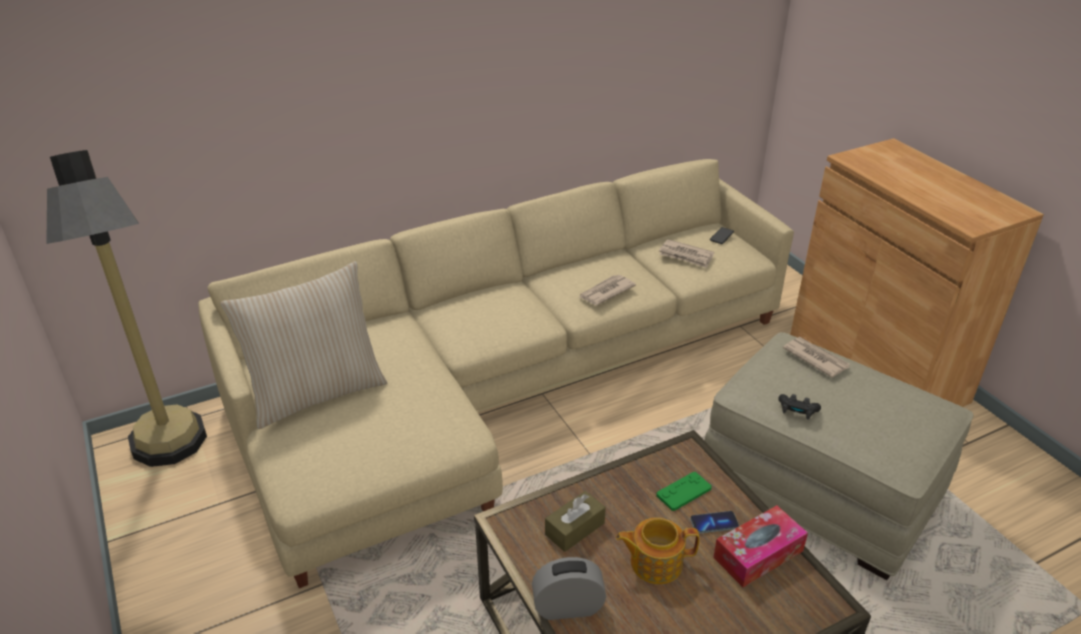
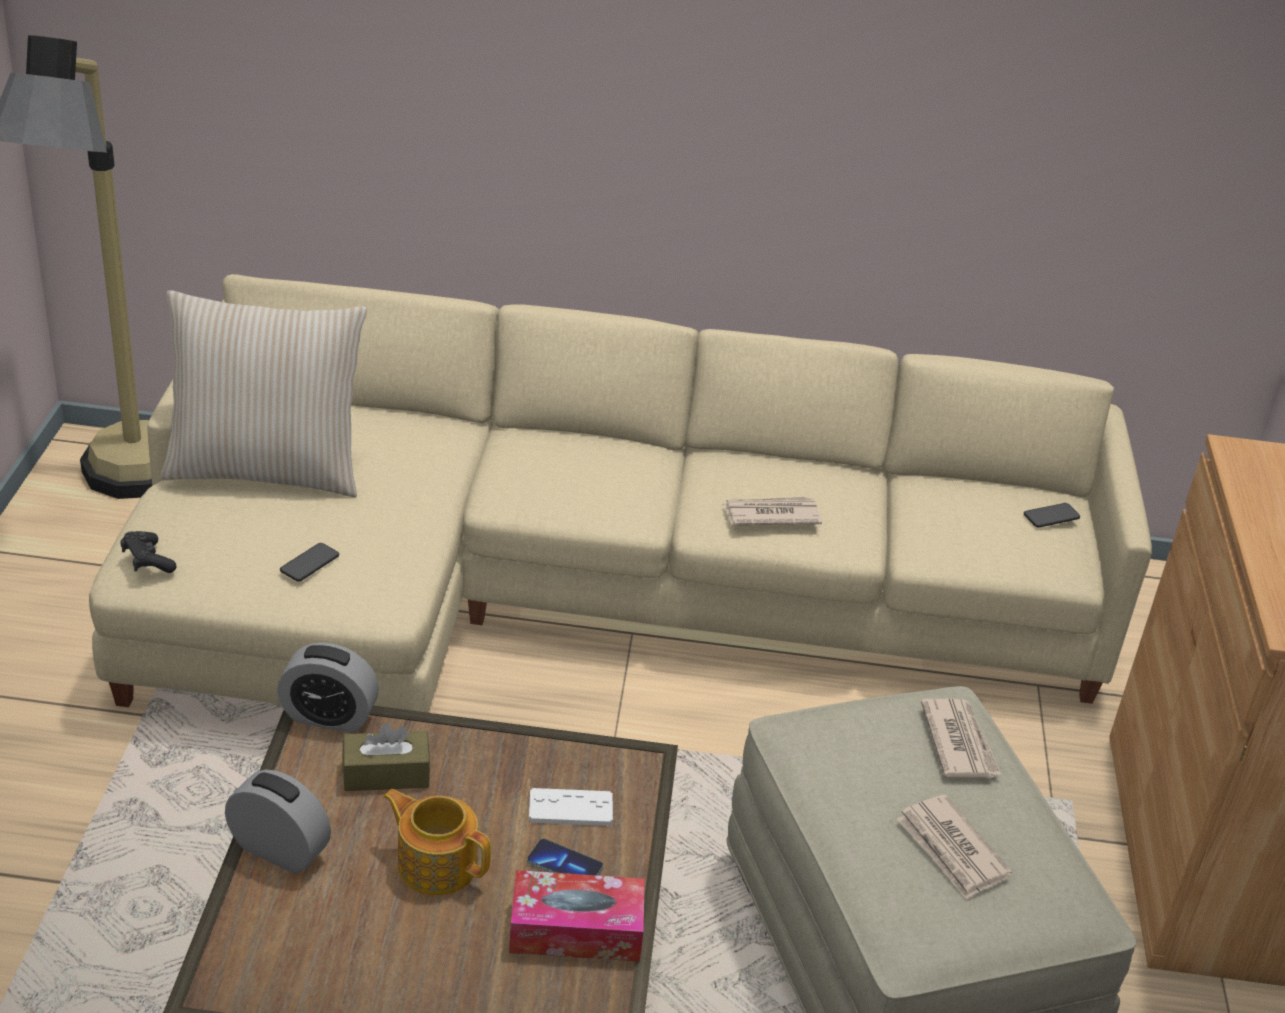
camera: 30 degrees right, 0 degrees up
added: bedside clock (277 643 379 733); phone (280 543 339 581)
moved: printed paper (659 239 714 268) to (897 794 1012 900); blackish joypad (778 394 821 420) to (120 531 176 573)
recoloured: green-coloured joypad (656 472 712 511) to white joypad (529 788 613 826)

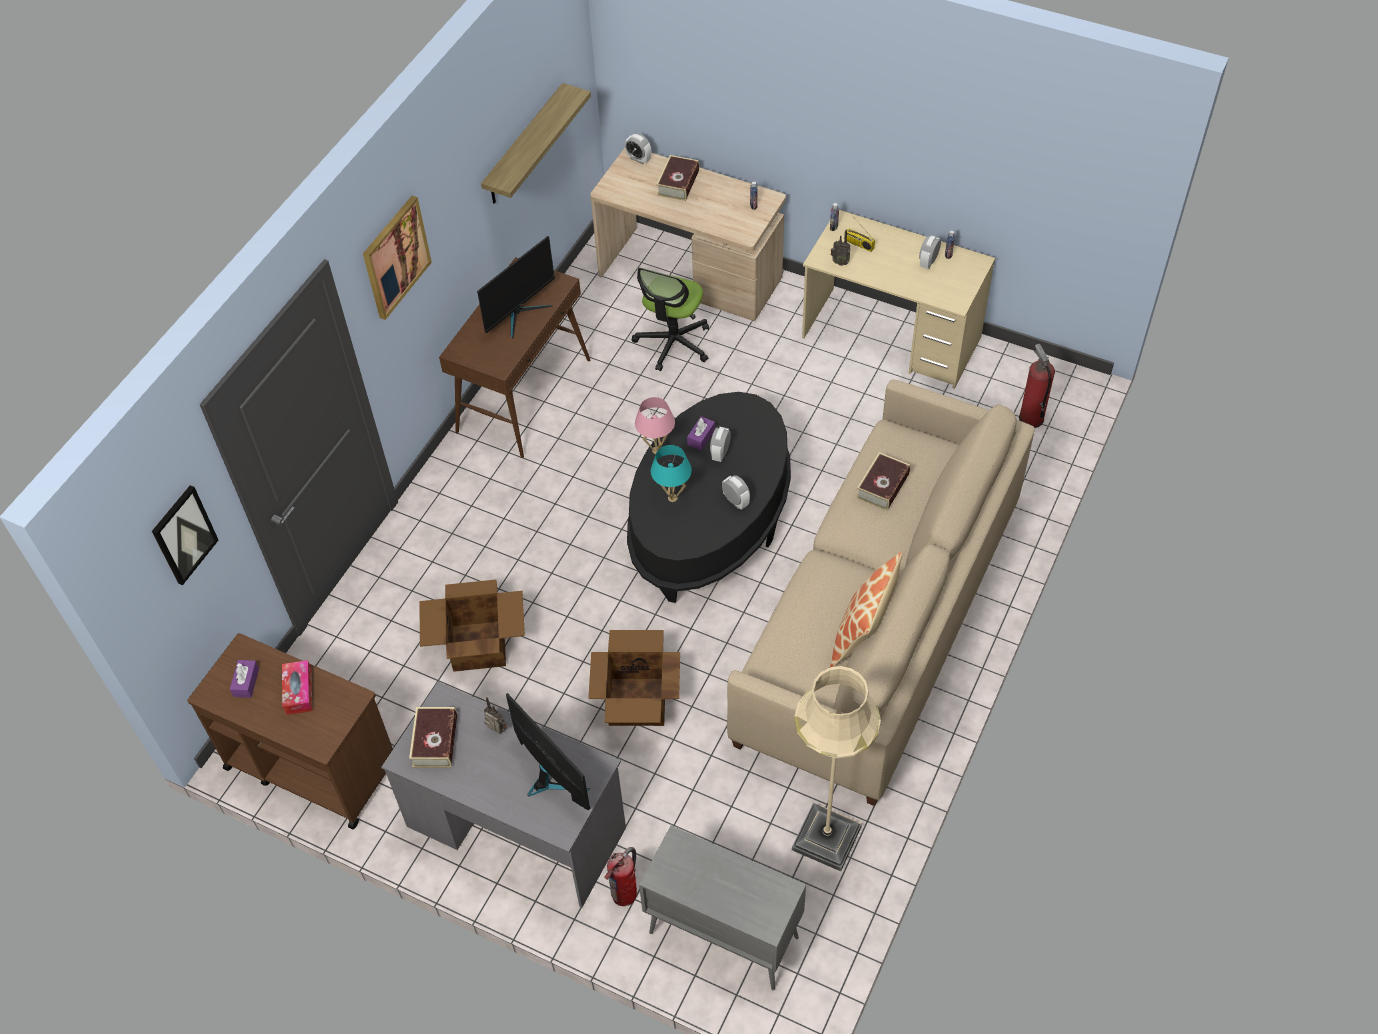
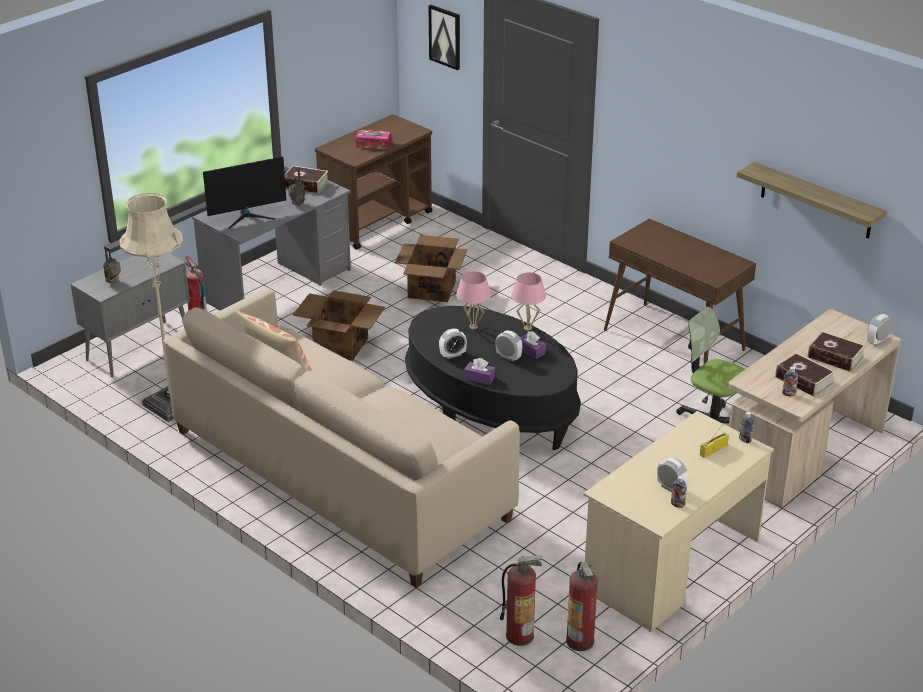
camera: 105 degrees right, 20 degrees down
removed: picture (363 196 432 320); monitor (477 236 555 339)
added: fire-fighting cylinder (566 562 598 651)
moved: purple-coloured tissue holder (230 660 259 698) to (464 358 495 385); radio (830 230 851 266) to (103 246 121 283); book (856 452 910 511) to (775 353 835 397)
recoloured: blue-green lamp for a table (651 445 692 502) to pinkish lamp for a table (456 271 491 329)

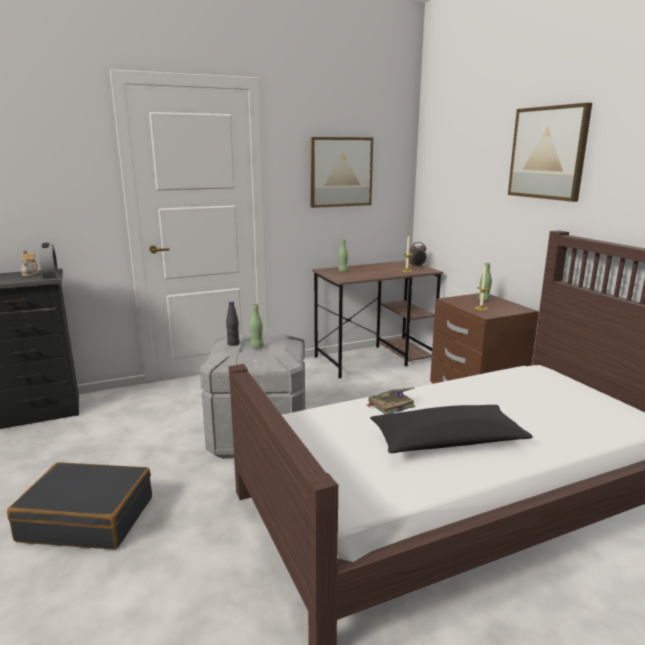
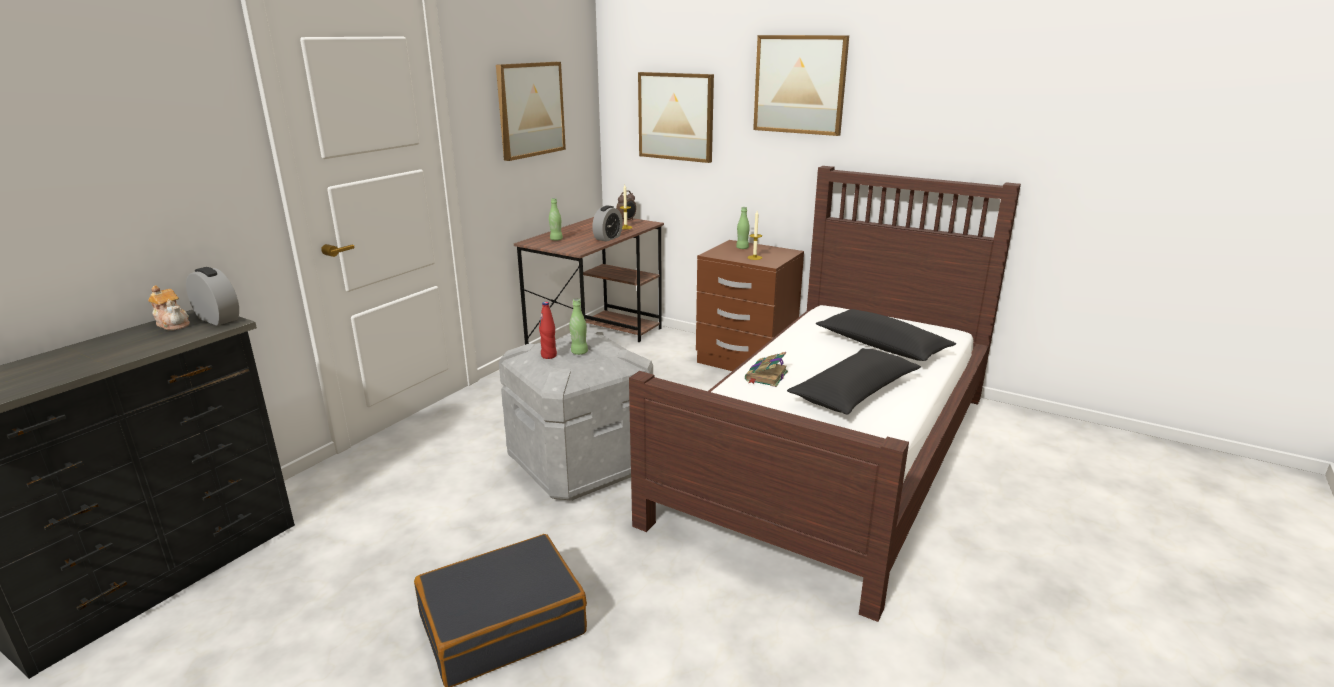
camera: 35 degrees left, 5 degrees up
added: bedside clock (592 206 623 242); picture (638 72 714 163); blackish throw pillow (816 309 956 361)
recoloured: blackish beverage bottle (226 301 240 346) to red beverage bottle (539 302 557 359)

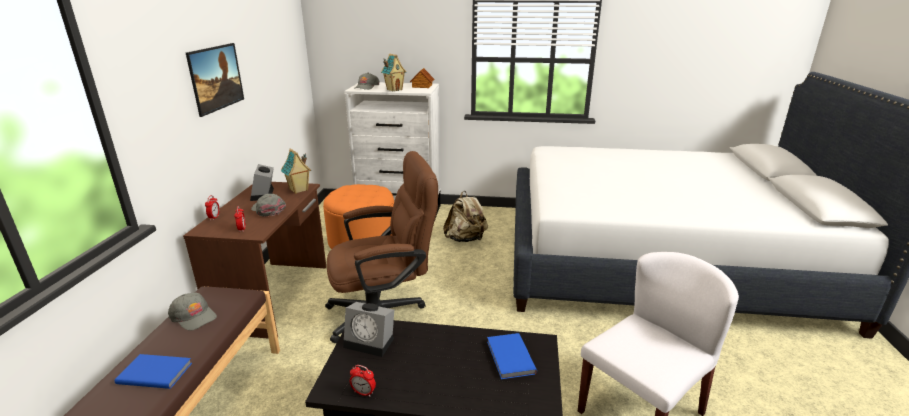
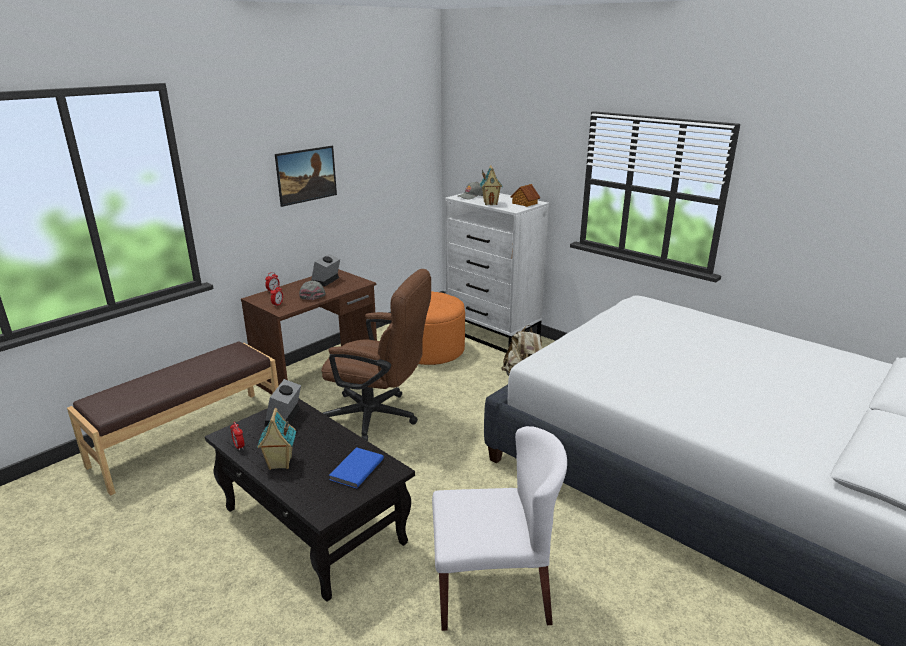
camera: 35 degrees right, 0 degrees up
removed: bluish book (115 354 192 389); greyish cap (168 292 217 331)
moved: toy house (281 149 312 194) to (257 408 296 470)
turned: bedside clock (343 302 394 357) = (264 379 301 426) 45 degrees clockwise

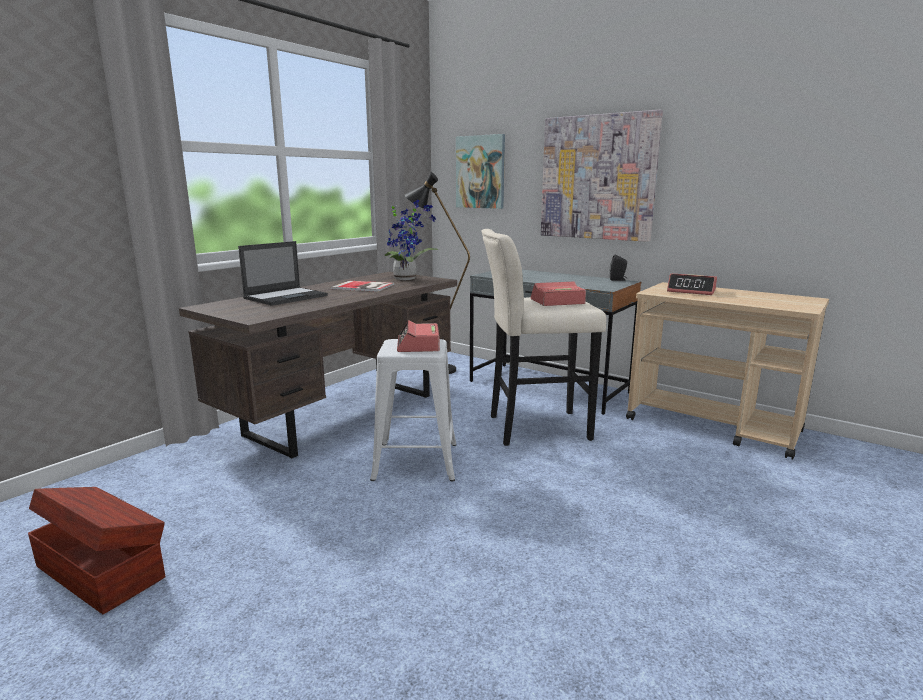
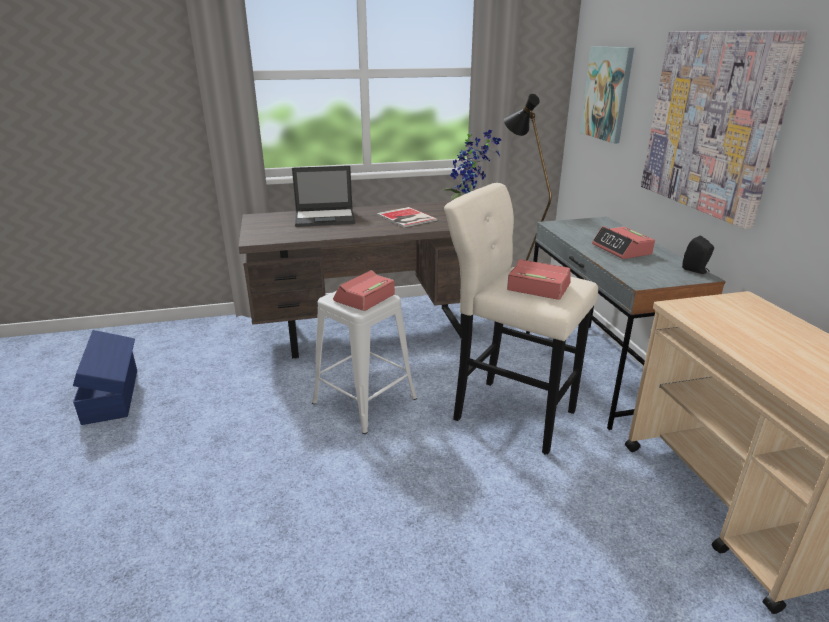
camera: 40 degrees right, 10 degrees up
moved: bedside clock (667 274 717 295) to (592 226 655 259)
recoloured: brownish storage box (28 487 165 614) to bluish storage box (73 330 137 425)

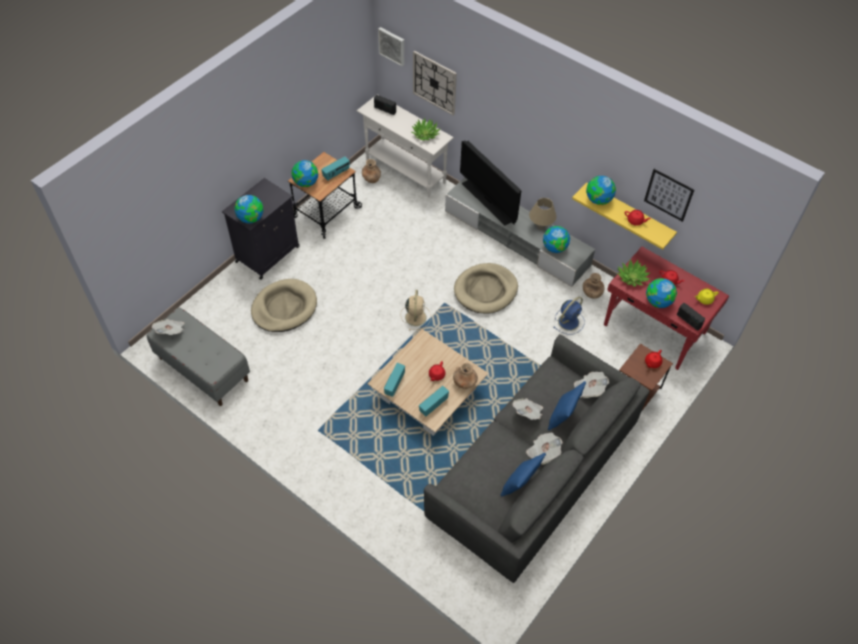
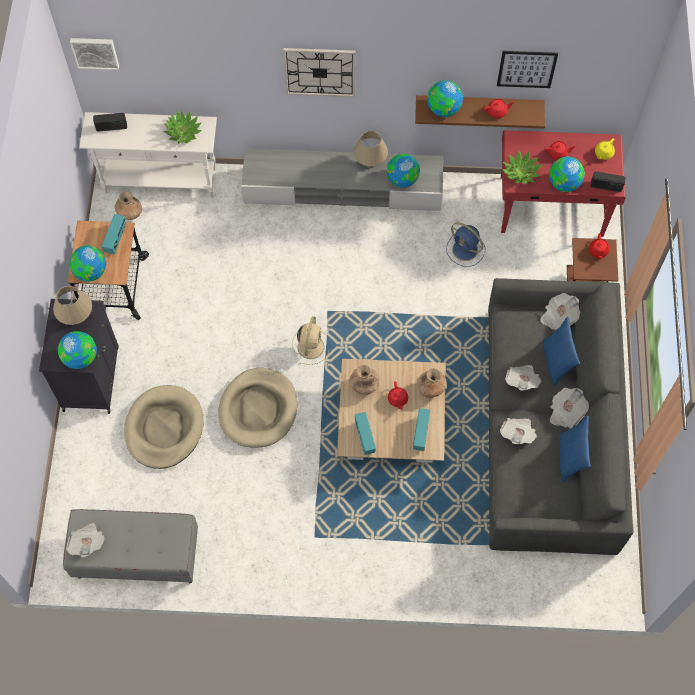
camera: 35 degrees left, 10 degrees up
removed: TV set (460 141 522 225)
added: beige lamp for a table (53 286 92 325); printed paper (500 418 537 444)
moved: clock on the wall (413 51 457 116) to (283 48 356 97); beige dog cushion (454 263 518 314) to (218 368 297 448); brownish flower vase (583 273 605 299) to (349 365 379 395)
recoloured: yellow bracket shelf (572 183 677 250) to brownish bracket shelf (415 95 545 129)
turned: beige fan (400 290 431 330) = (292 316 329 365) 45 degrees clockwise; bluish fan (554 297 585 335) = (446 222 485 267) 120 degrees clockwise

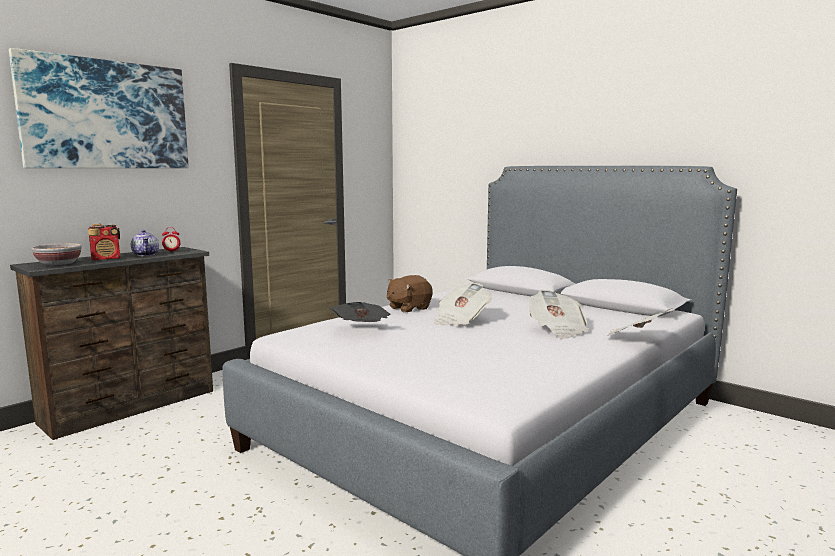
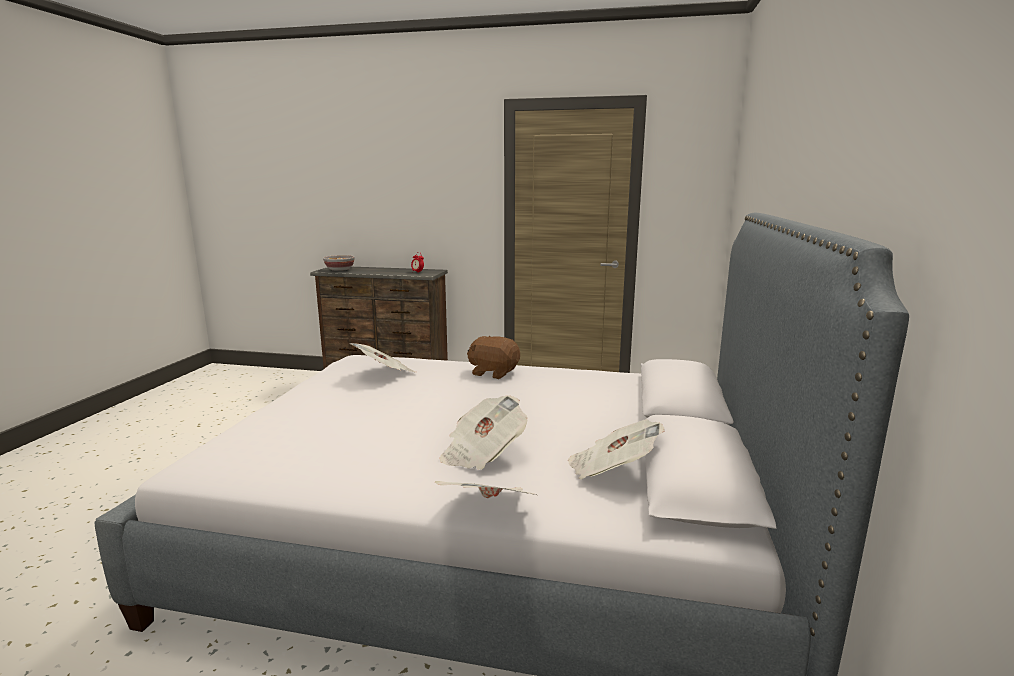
camera: 60 degrees right, 5 degrees up
removed: picture (9 48 189 168); radio (88 224 120 260); pot for tea (131 230 159 256)
moved: printed paper (434 283 492 326) to (568 419 664 479)

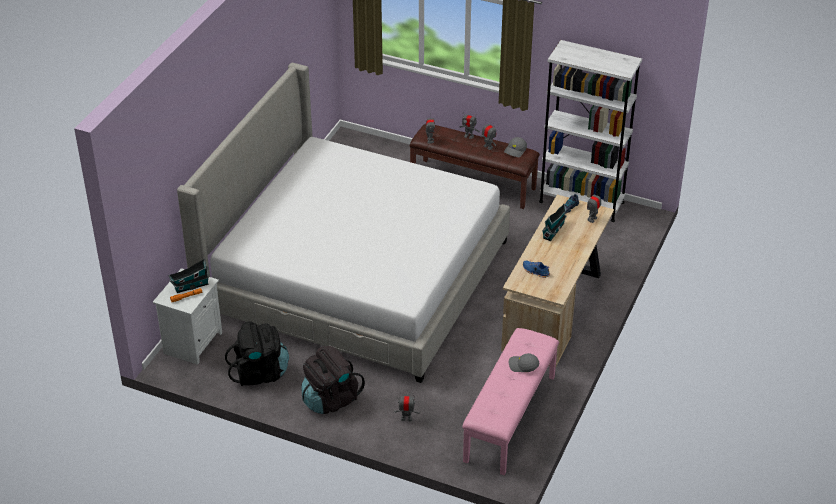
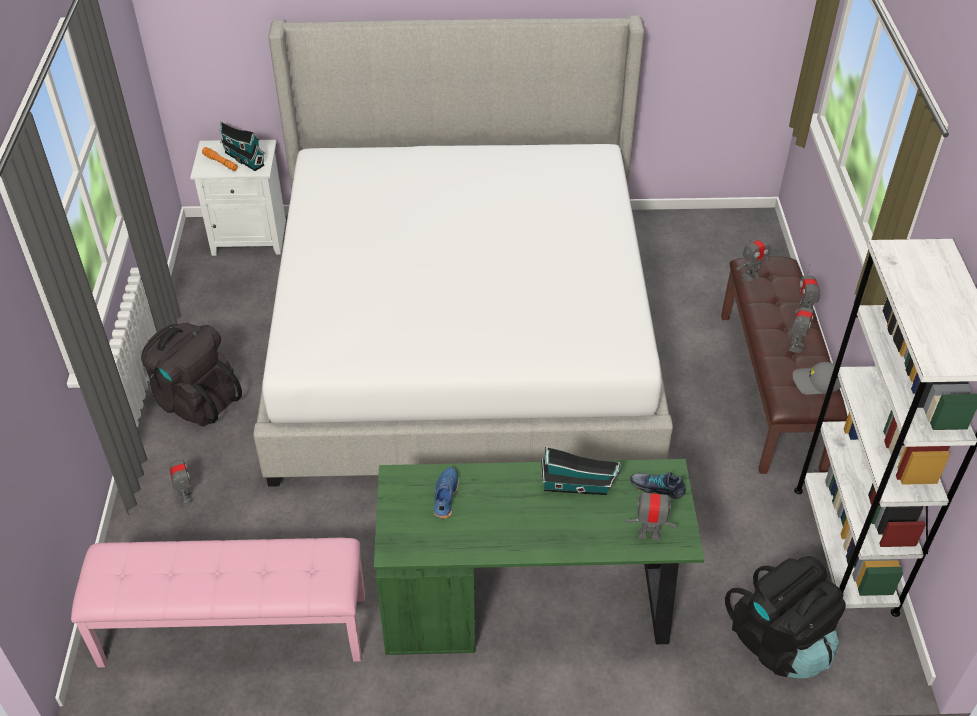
camera: 65 degrees right, 5 degrees up
removed: greyish cap (509 353 539 372)
moved: blackish rucksack (225 322 289 386) to (725 556 846 679)
recoloured: beige desk (501 195 614 366) to green-coloured desk (374 459 705 655)

